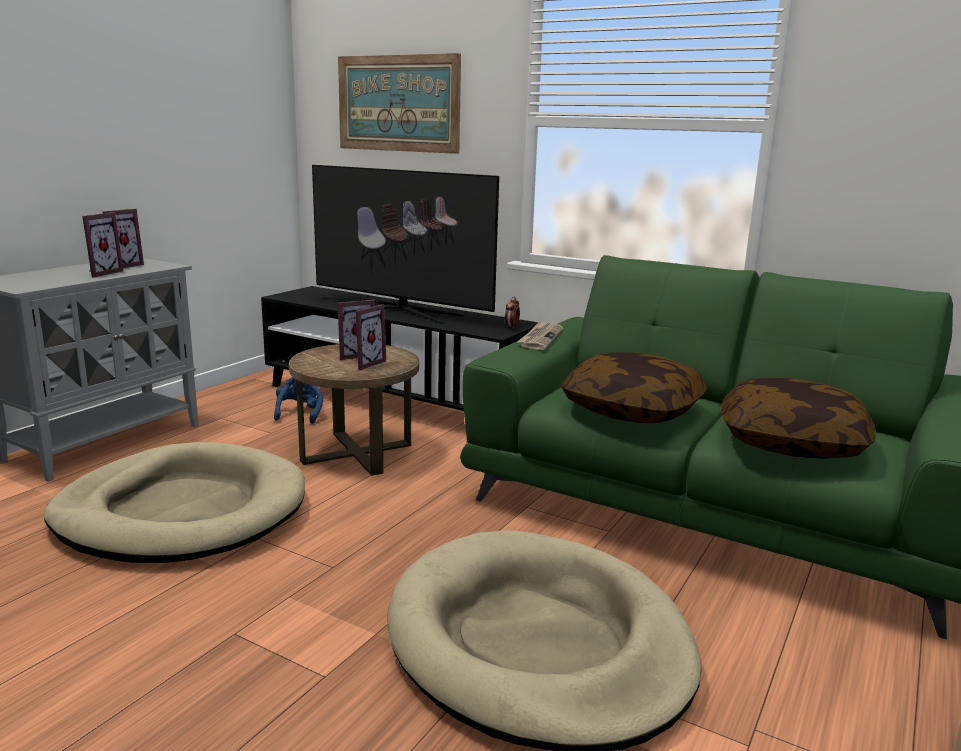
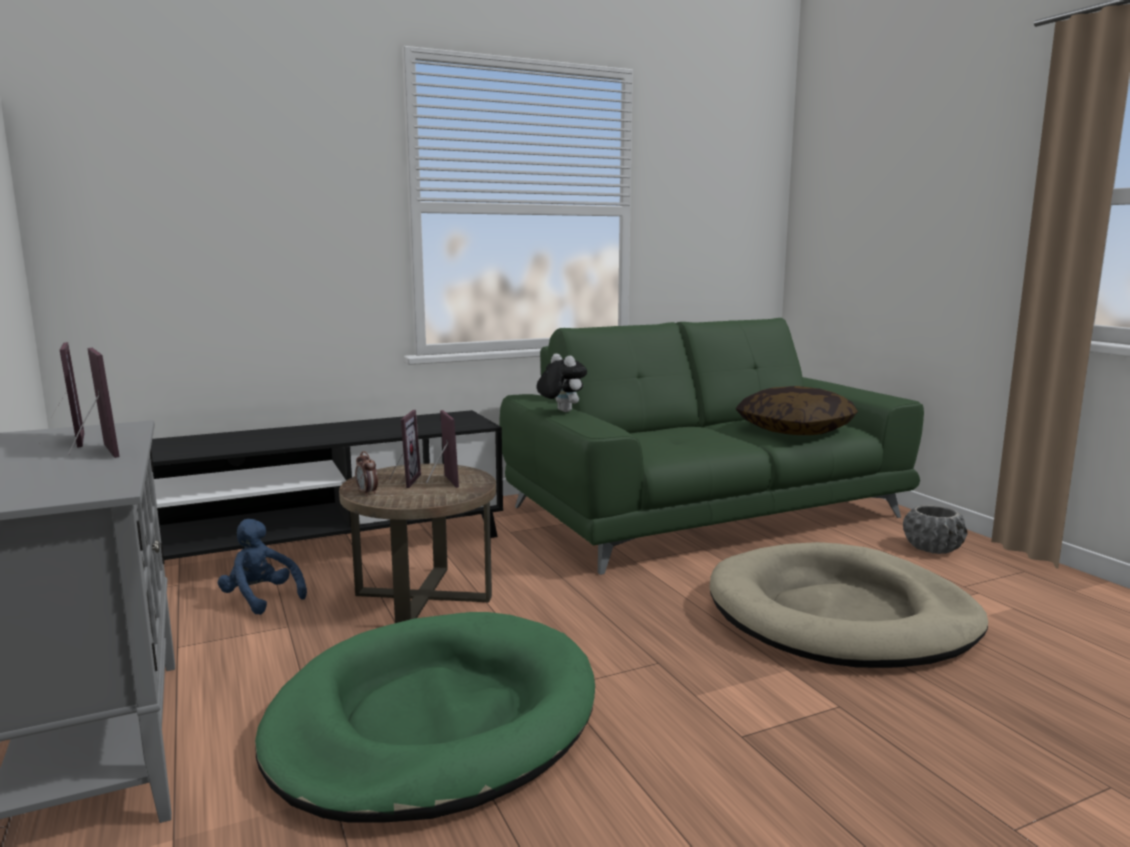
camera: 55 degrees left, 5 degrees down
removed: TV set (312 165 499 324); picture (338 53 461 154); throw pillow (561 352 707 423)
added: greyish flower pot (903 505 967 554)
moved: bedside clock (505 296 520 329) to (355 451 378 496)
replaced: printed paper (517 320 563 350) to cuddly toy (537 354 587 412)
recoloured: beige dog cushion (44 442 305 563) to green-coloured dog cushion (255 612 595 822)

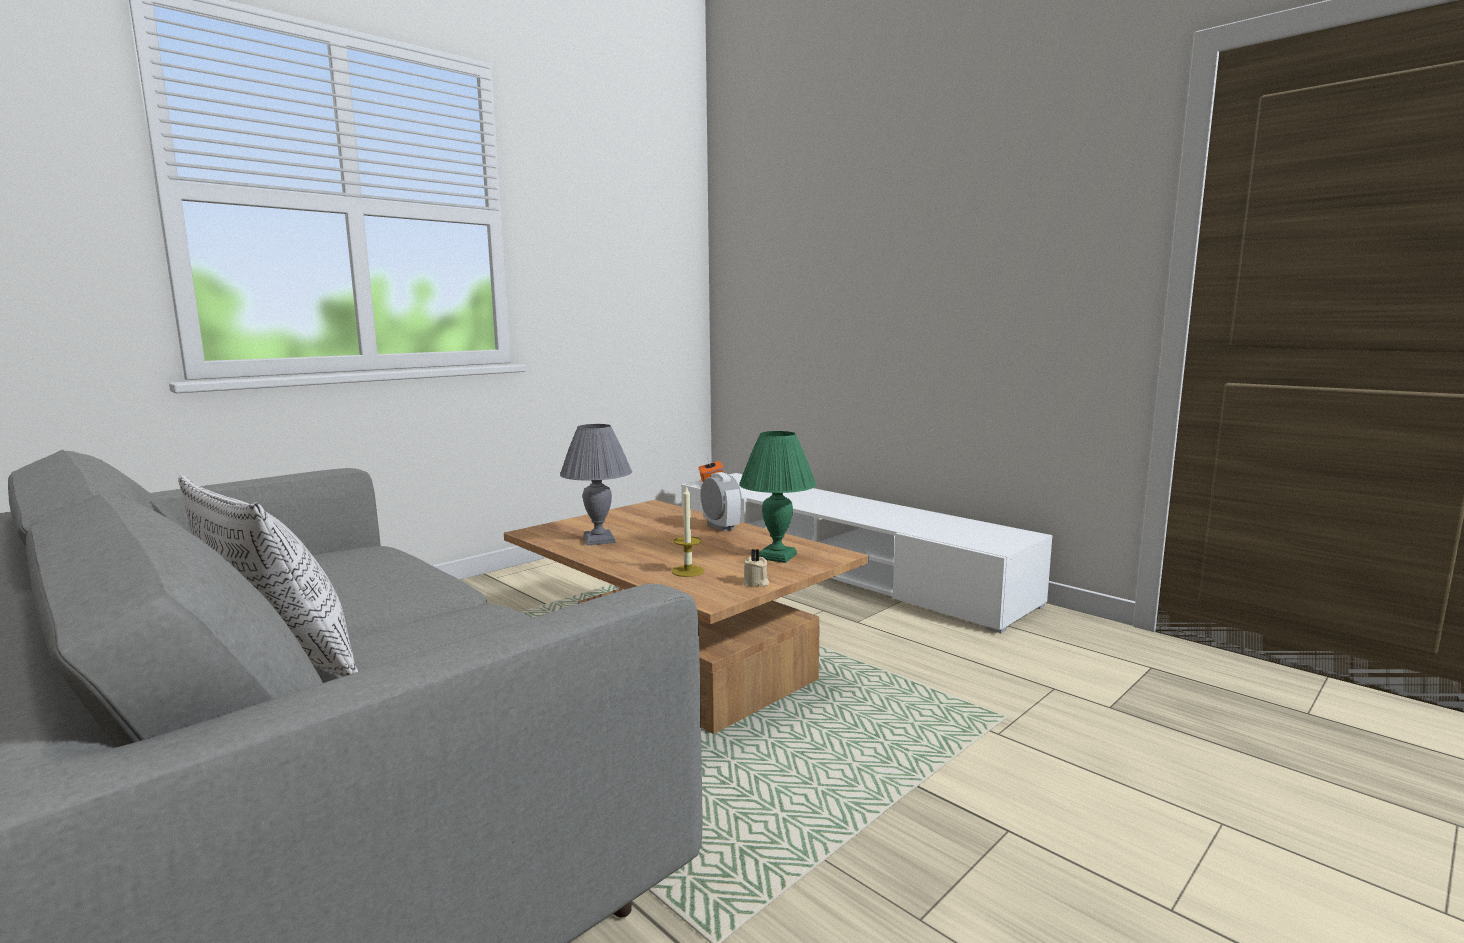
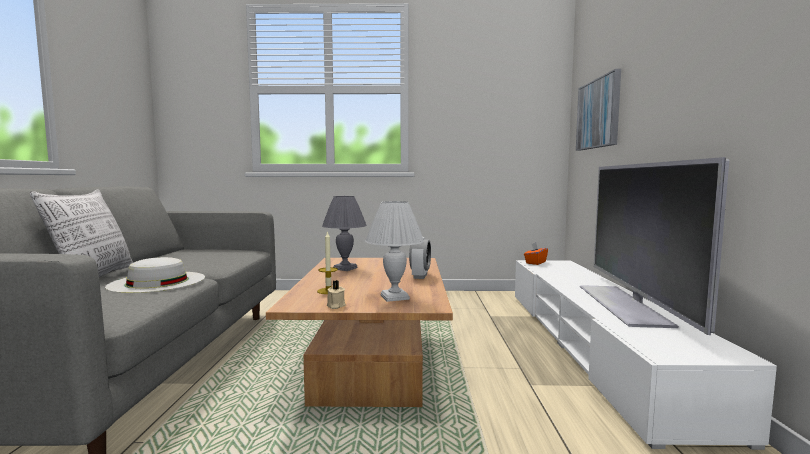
camera: 45 degrees right, 5 degrees down
added: white clothing hat (105 257 205 293); picture (576 69 621 151); TV set (580 157 729 335)
recoloured: green-coloured lamp for a table (739 431 816 563) to white lamp for a table (365 201 424 302)

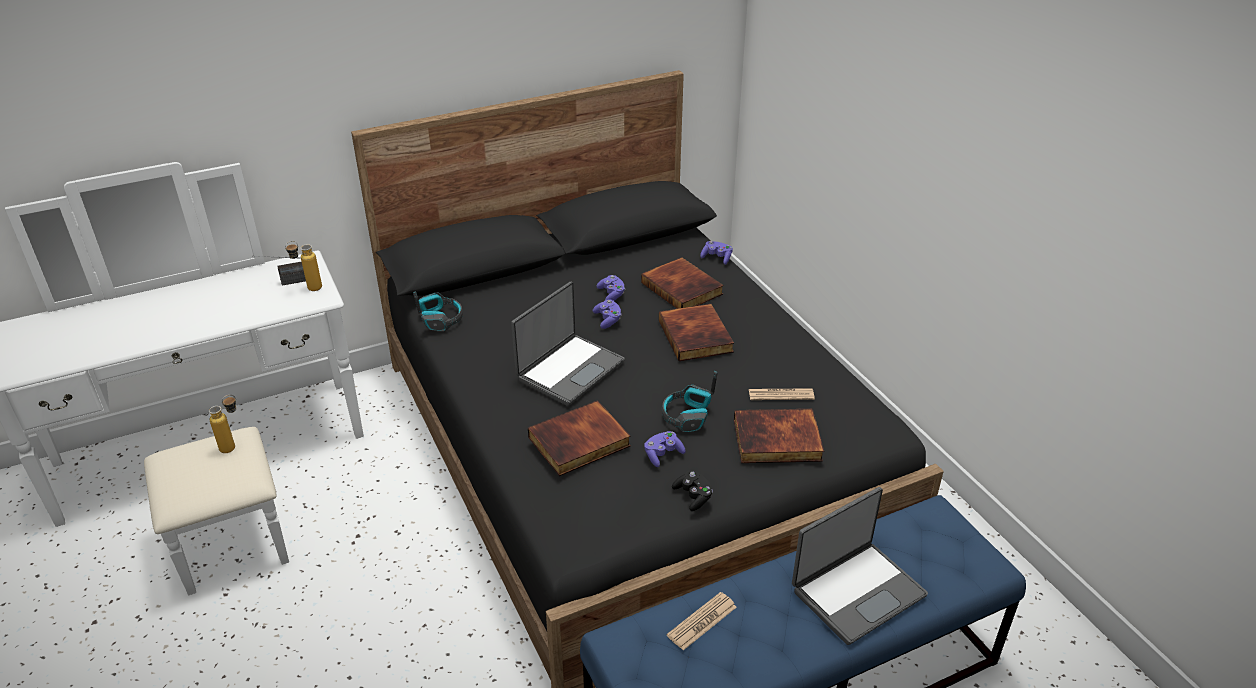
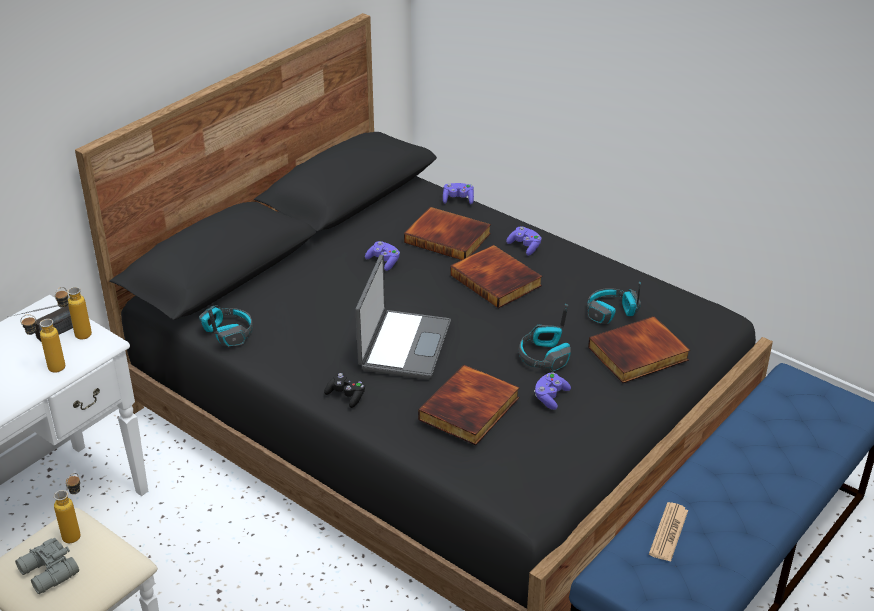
camera: 25 degrees left, 0 degrees up
removed: notebook computer (792 487 928 645)
added: greyish field glasses (15 538 79 594); beverage bottle (20 314 65 373)
moved: purple-coloured joypad (593 300 621 329) to (506 226 542 256); blackish joypad (672 470 713 511) to (324 372 365 408)
replaced: printed paper (749 388 815 400) to pair of headphones (587 282 641 324)

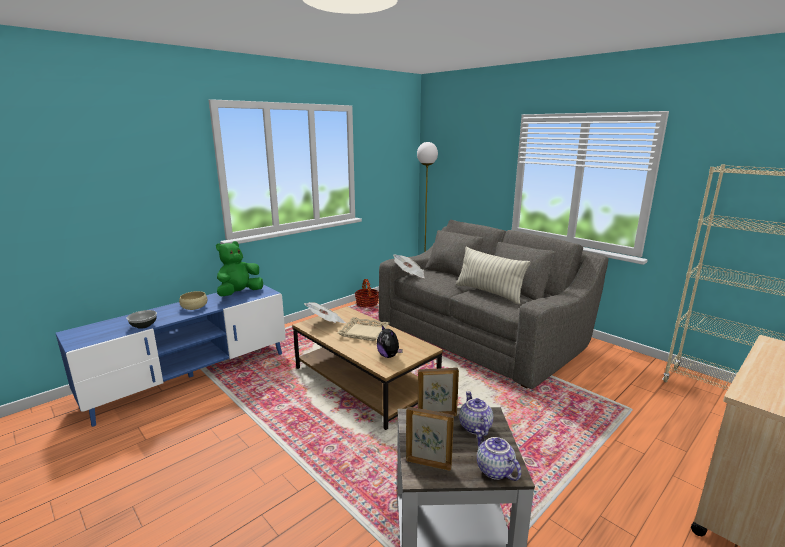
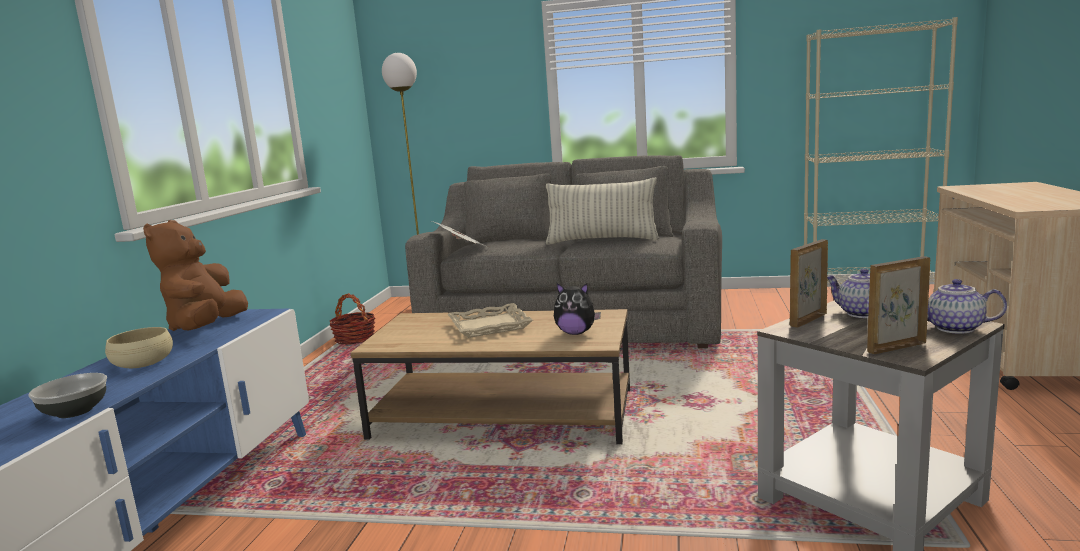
camera: 35 degrees left, 5 degrees down
removed: printed paper (304 302 346 323)
recoloured: green-coloured cuddly toy (216 241 263 297) to brownish cuddly toy (143 220 248 331)

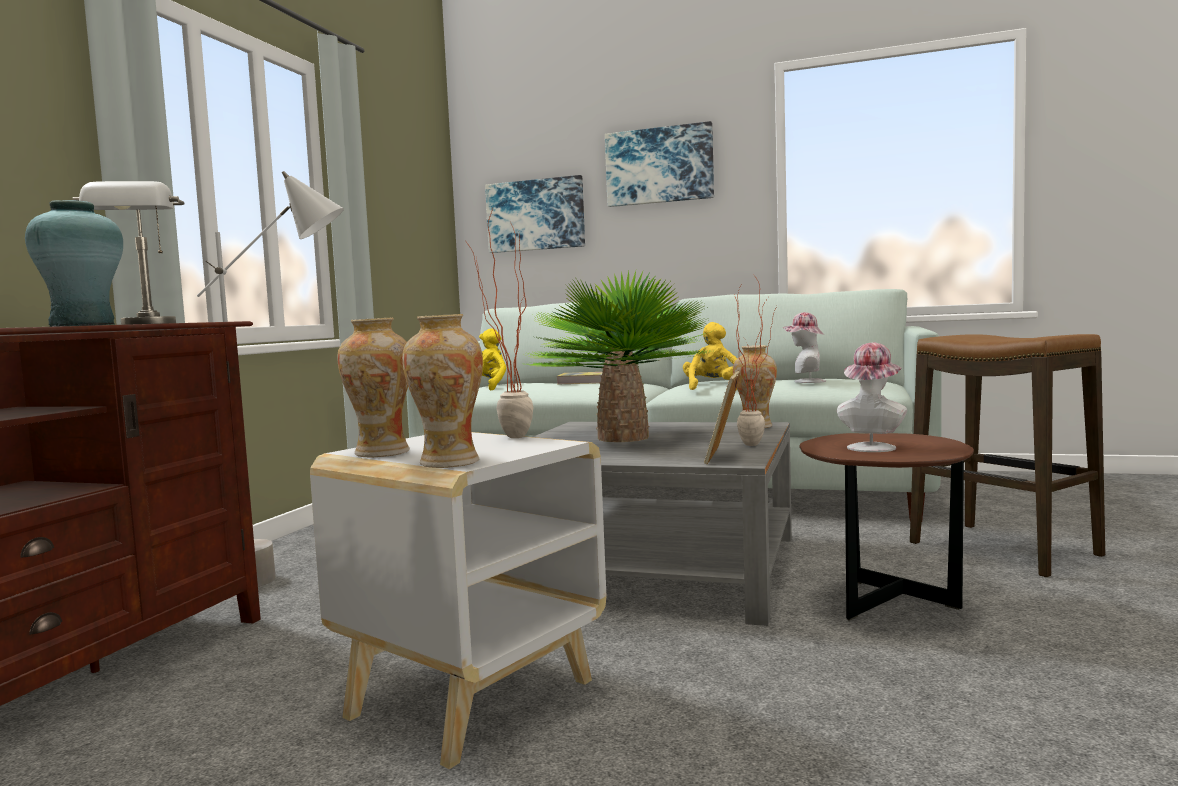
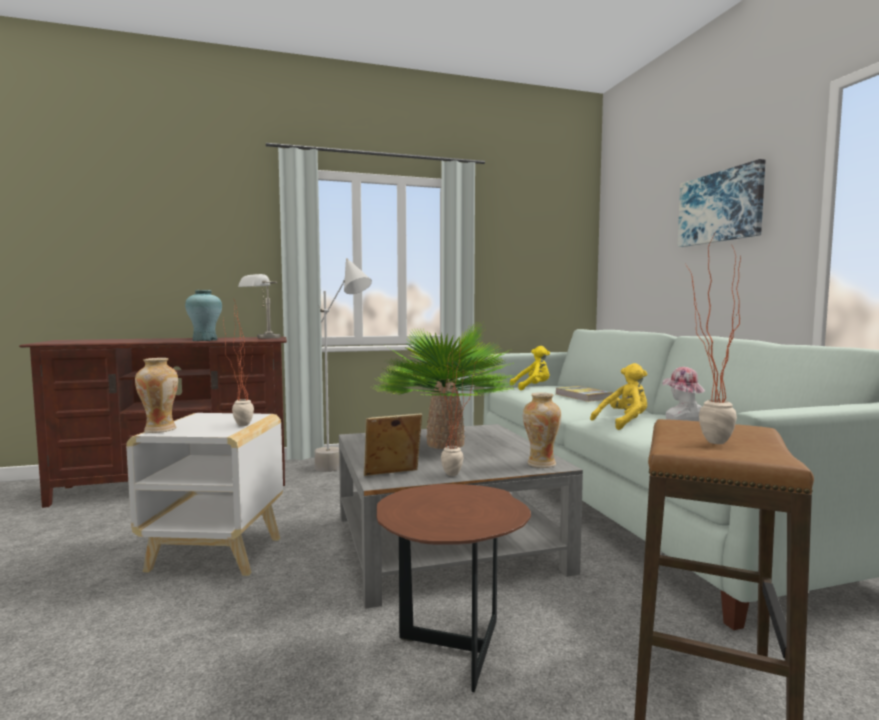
camera: 55 degrees right, 0 degrees up
removed: flower vase (337 318 410 458); picture (485 175 585 253); clothing hat (837 343 907 452)
added: plant in a pot (686 236 741 444)

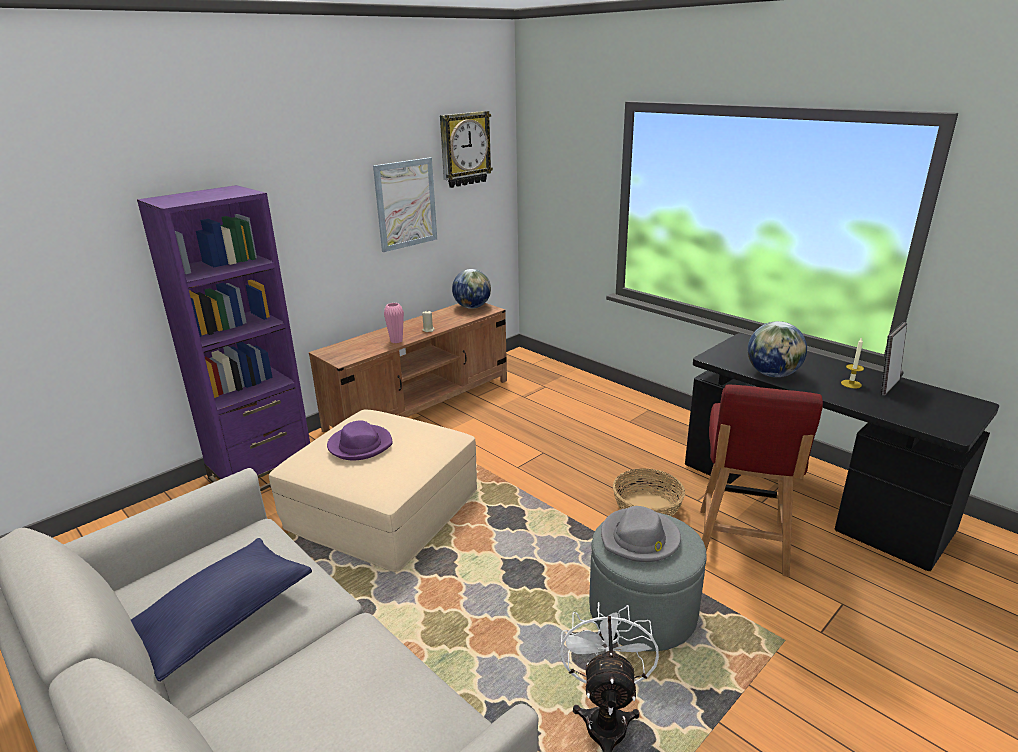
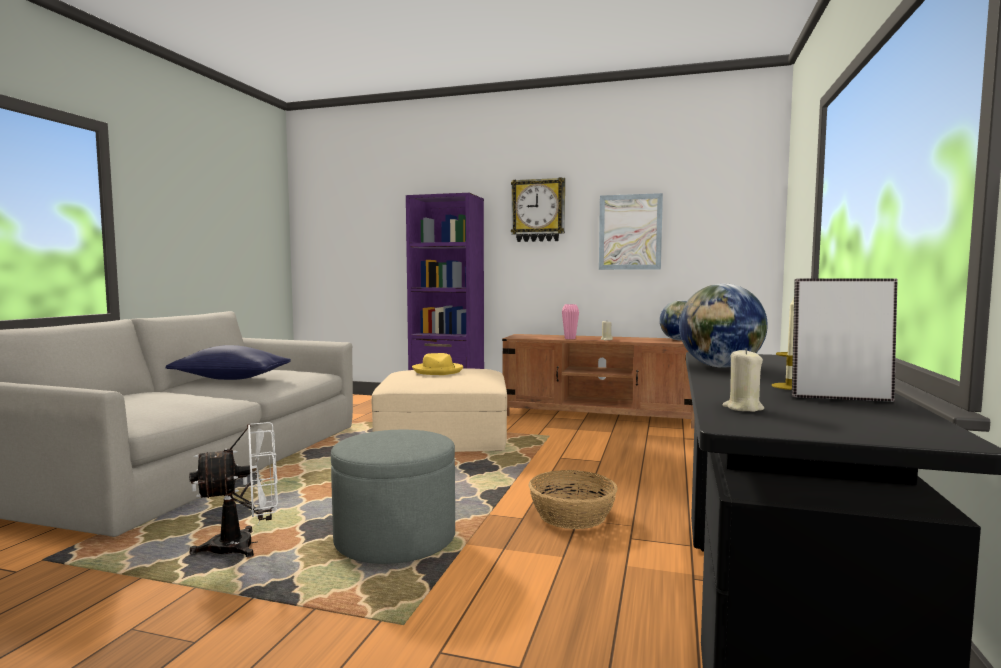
camera: 60 degrees right, 20 degrees down
removed: greyish clothing hat (601 506 681 562); red upright chair (700 385 823 577)
added: beige candle (723 348 764 412)
moved: clock on the wall (440 111 493 188) to (511 177 565 242)
recoloured: purple-coloured clothing hat (327 420 392 460) to yellow clothing hat (412 353 463 375)

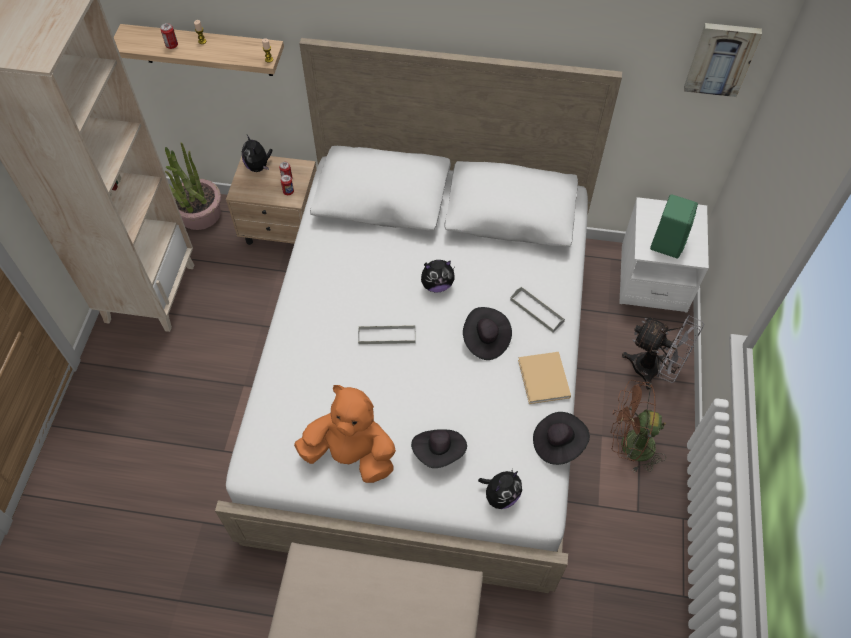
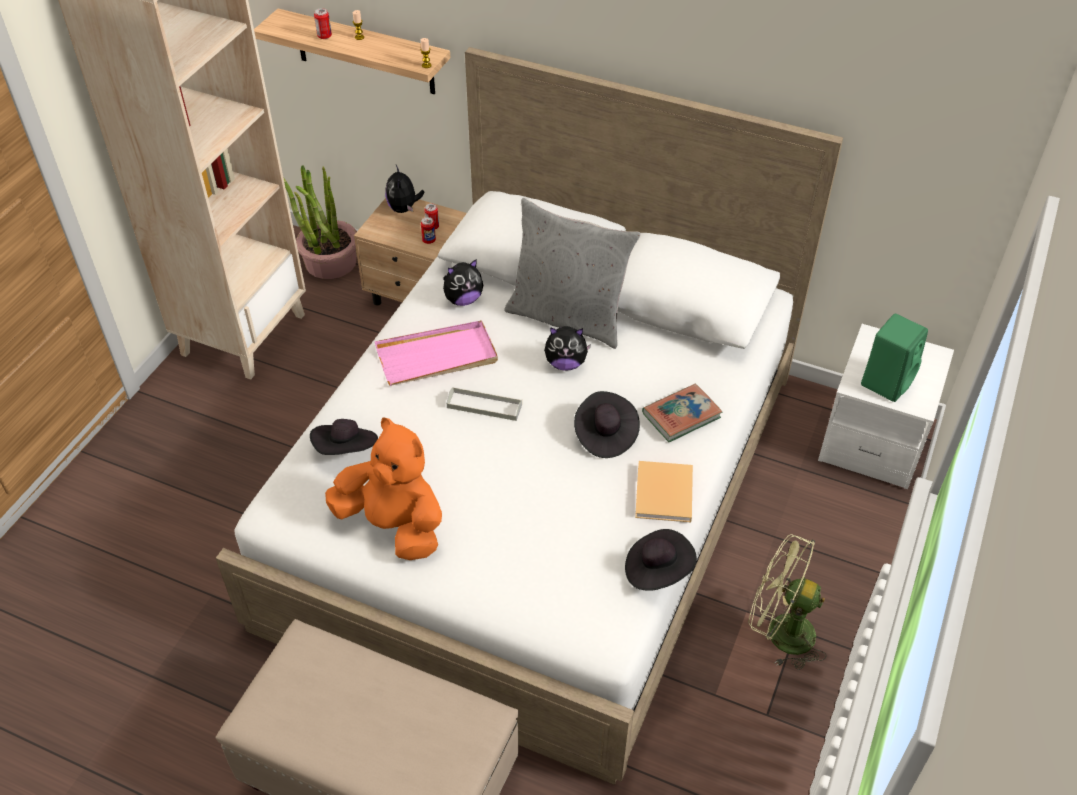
camera: 15 degrees right, 10 degrees down
removed: greyish fan (622 315 704 390); picture (684 23 762 97)
added: pinkish tray (375 320 498 386); greyish throw pillow (504 198 641 349)
moved: blackish clothing hat (411 429 467 468) to (310 419 378 455); cuddly toy (478 469 522 509) to (443 259 483 306)
replaced: greyish tray (510 287 565 332) to book (642 384 722 442)
recoloured: brownish fan (610 380 666 472) to green-coloured fan (748 534 827 670)

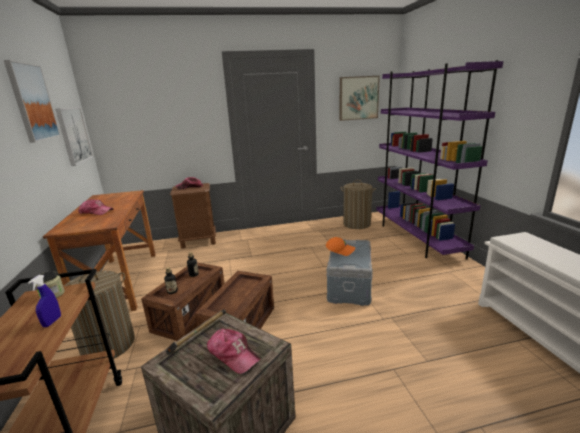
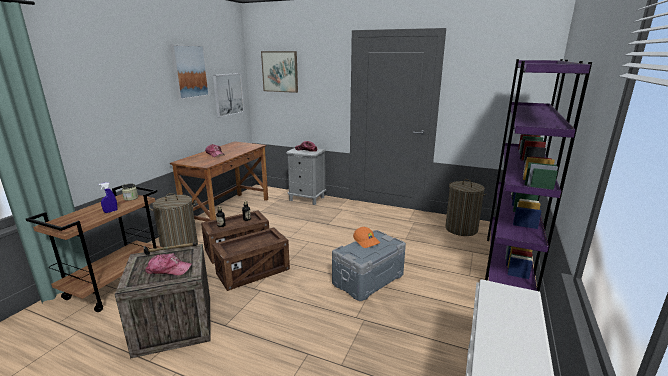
camera: 35 degrees right, 0 degrees up
moved: picture (340 76 380 121) to (261 51 298 93)
recoloured: brownish bedside table (170 183 216 249) to greyish bedside table (286 148 326 205)
turned: cap (207 328 261 374) = (145 254 192 275) 75 degrees counterclockwise

